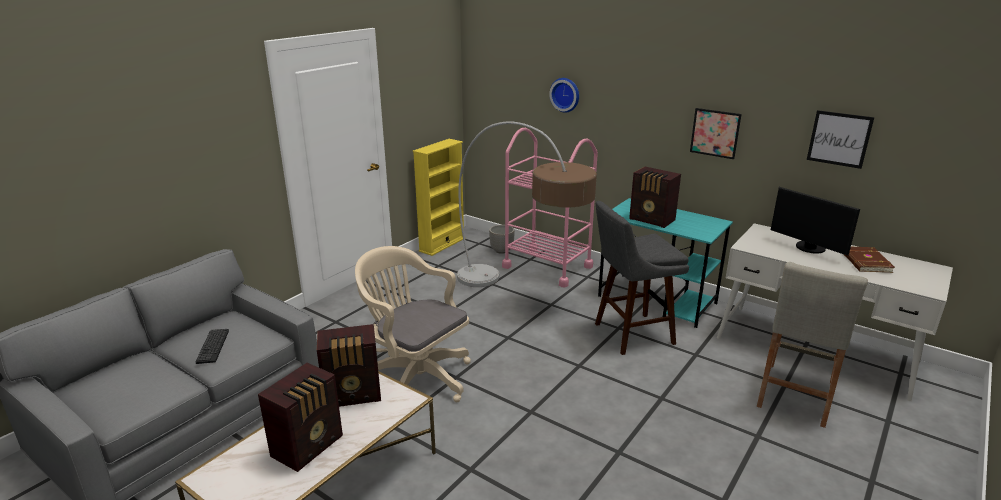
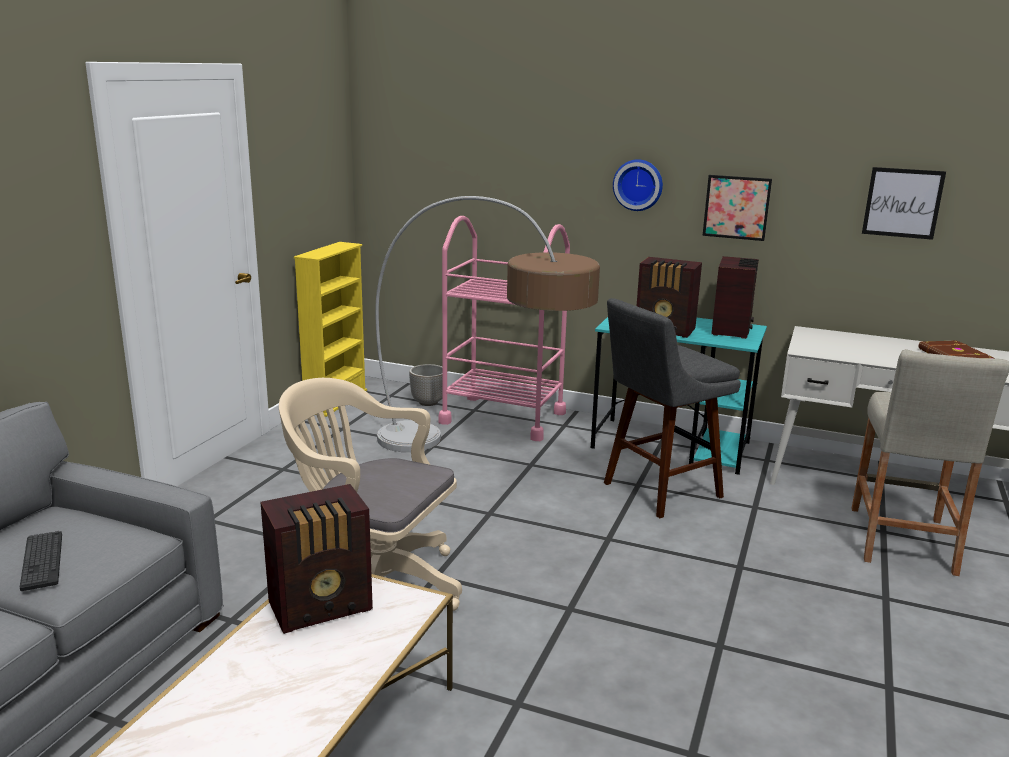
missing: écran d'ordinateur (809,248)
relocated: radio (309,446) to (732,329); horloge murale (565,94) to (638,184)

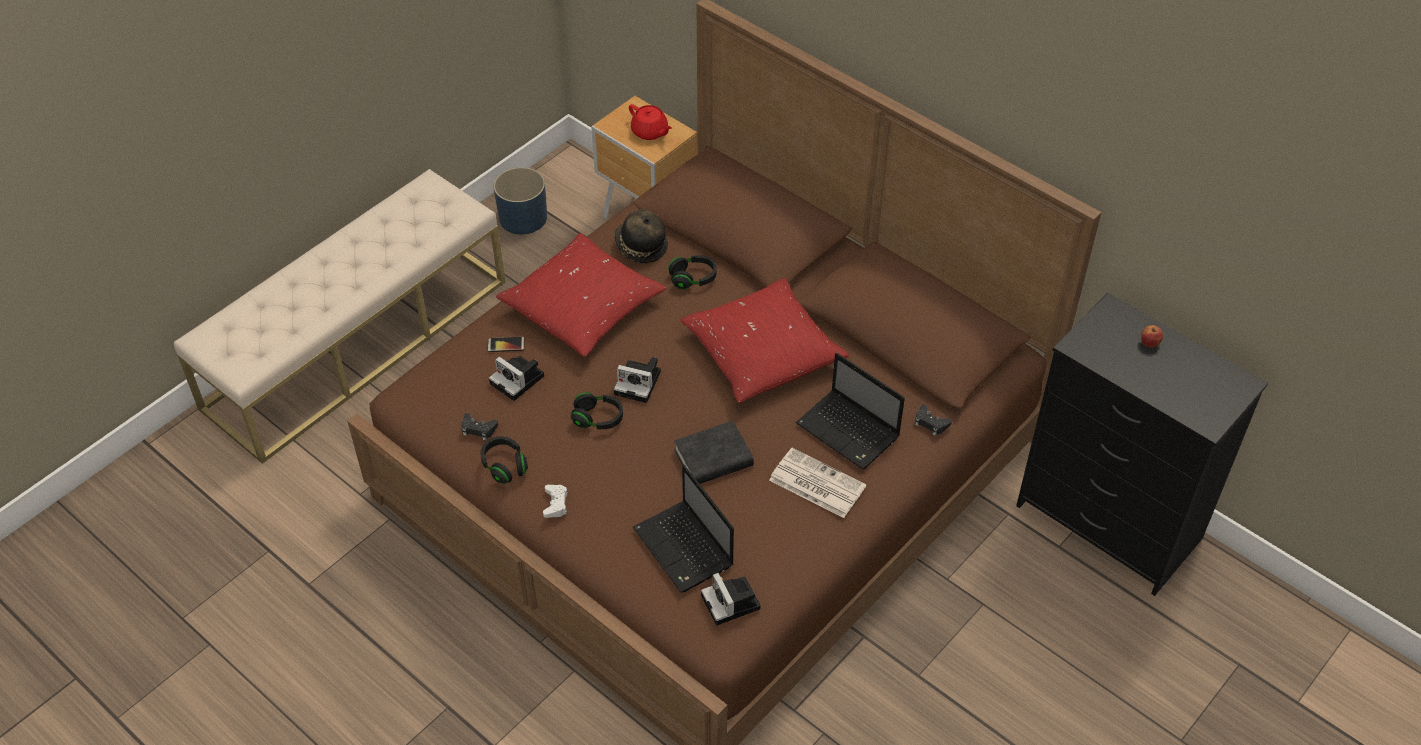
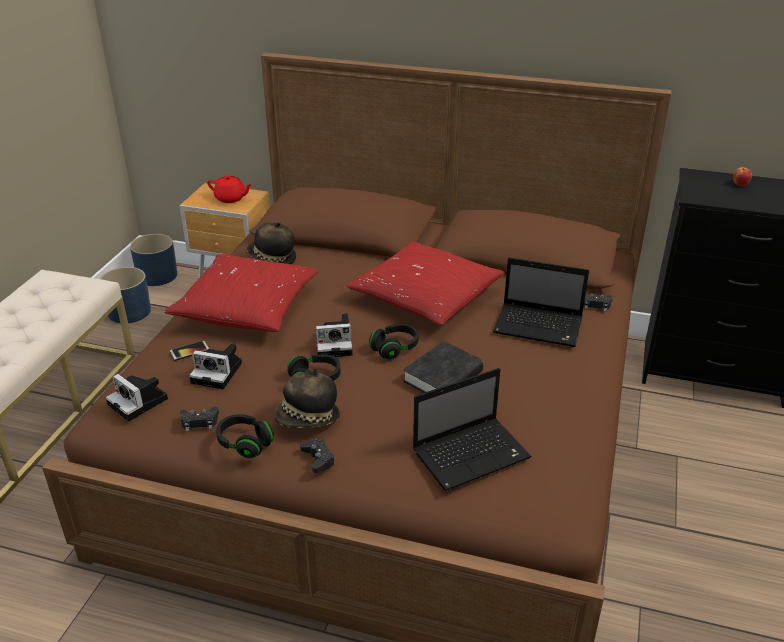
missing: journal (815,483)
appeared: cache-pot/bleu (157,276); chapeau (308,419)
relocated: casque audio/noir (693,279) to (395,348); appareil photo (732,603) to (140,402)
colour: manette/blanc (556,504) to manette/noir (318,458)
spun: ordinateur portable (685,549) = (472,453) 60 degrees counterclockwise

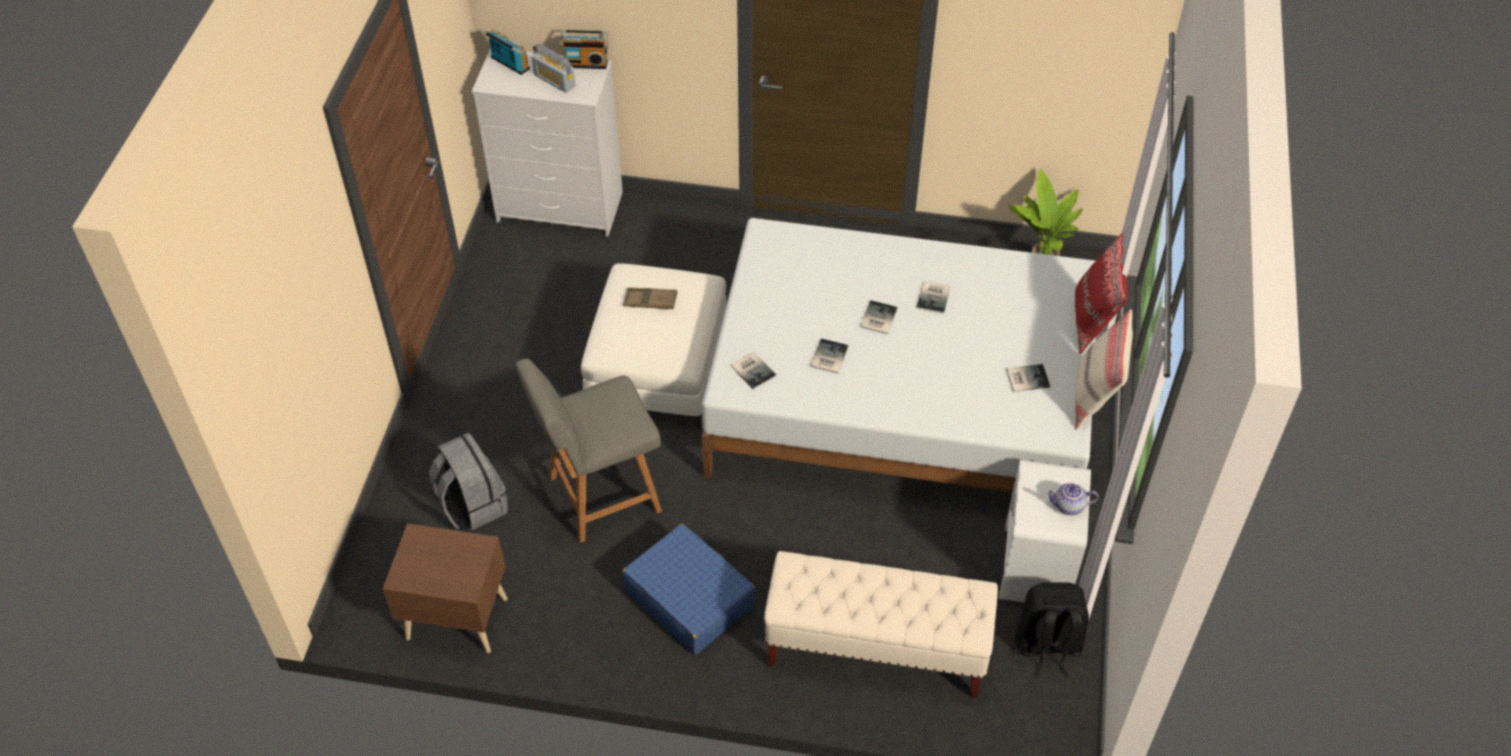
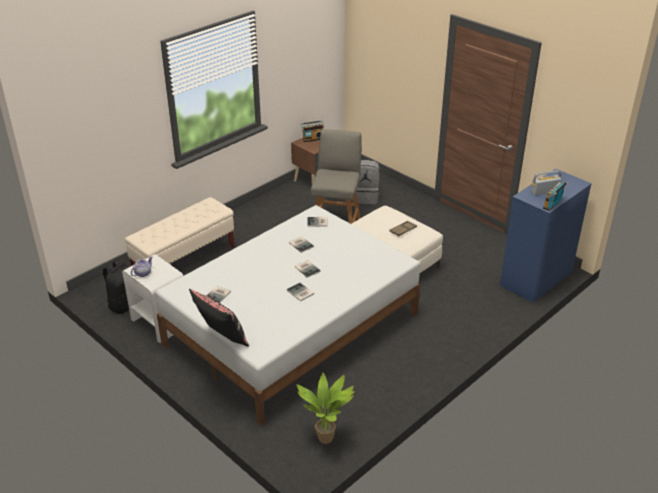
missing: valise/bleu (689,598); coussin/beige (1095,397)
relocated: radio (508,64) to (313,138)
colour: commode/blanc (561,207) to commode/bleu (535,278); coussin/rouge (1093,321) to coussin/noir (221,338)

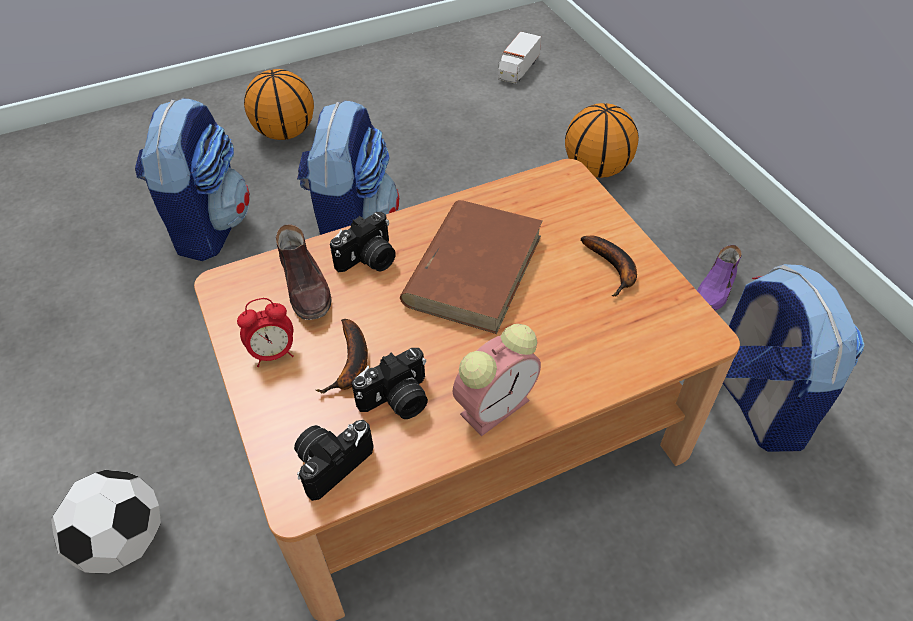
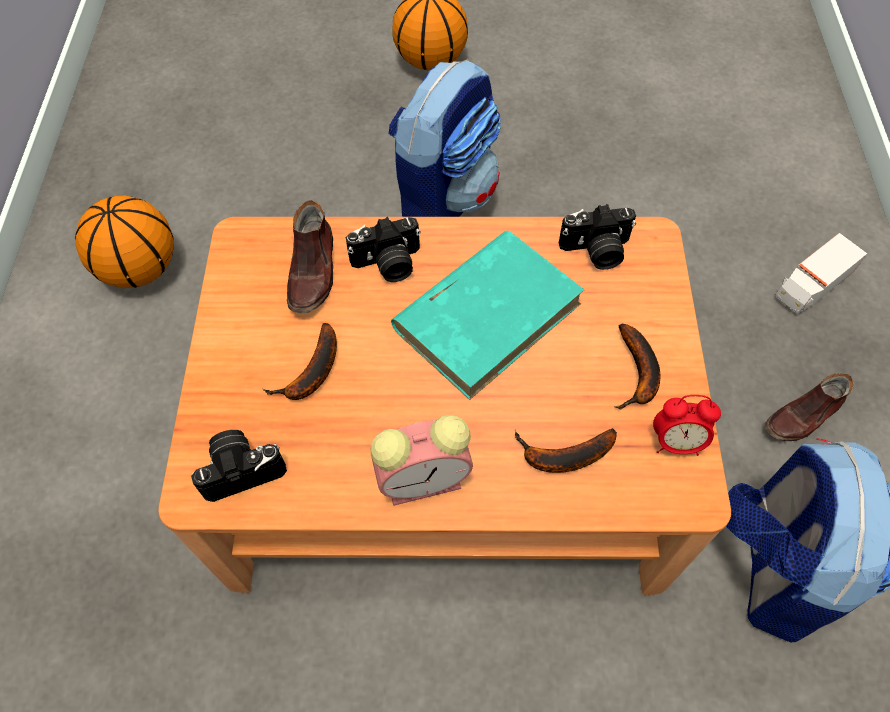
missing: ballon de foot (124,541); sac à dos (209,226)
appeared: banane (562,456)
relocated: réveil (273,353) to (676,442); appareil photo (397,401) to (596,251); camion jouet (518,69) to (811,286); ballon de basket (597,169) to (141,270)
colour: livre/marron (474,268) to livre/turquoise (488,315); chaussure/violet (715,290) to chaussure/marron (804,416)

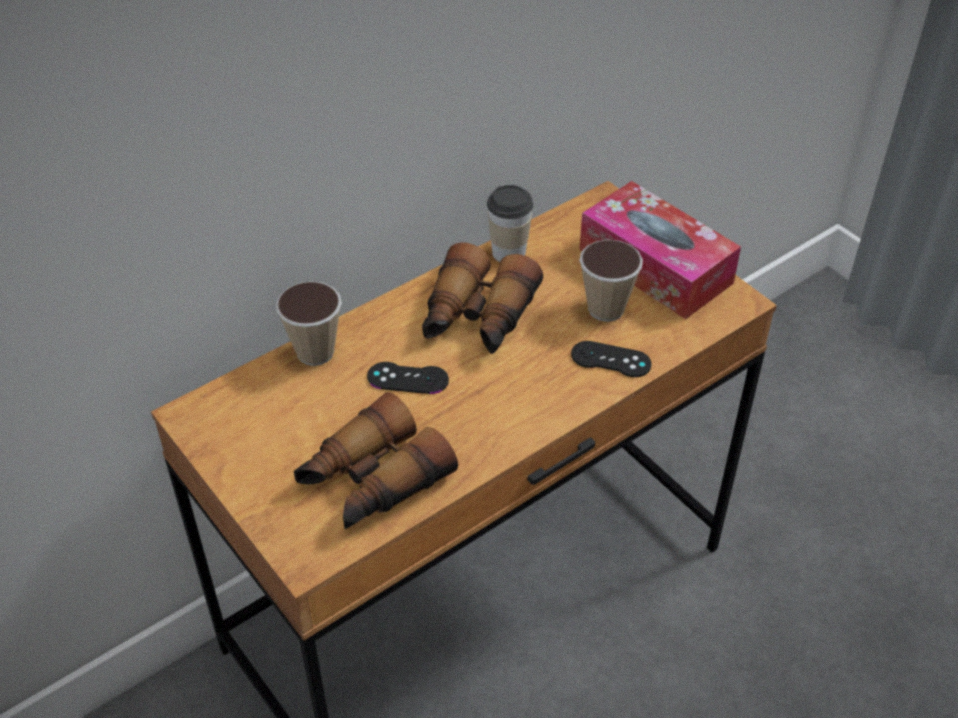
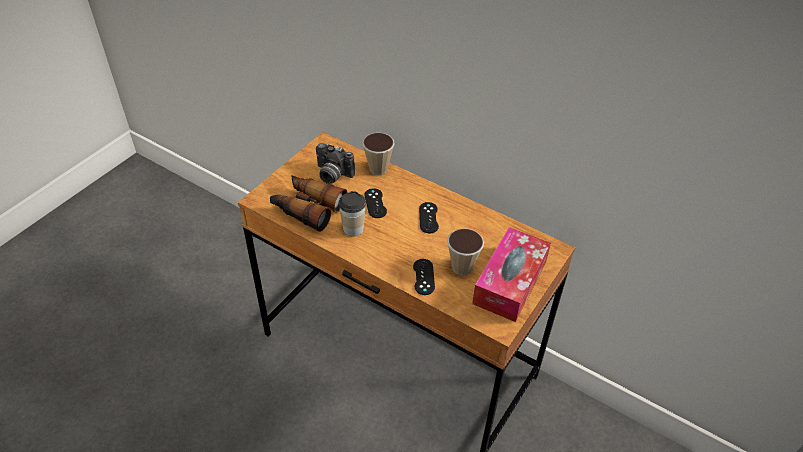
appeared: appareil photo (332,175)
relocated: tasse (509,252) to (353,229)
exchanged: jumelles (477,318) to manette/noir (428,218)

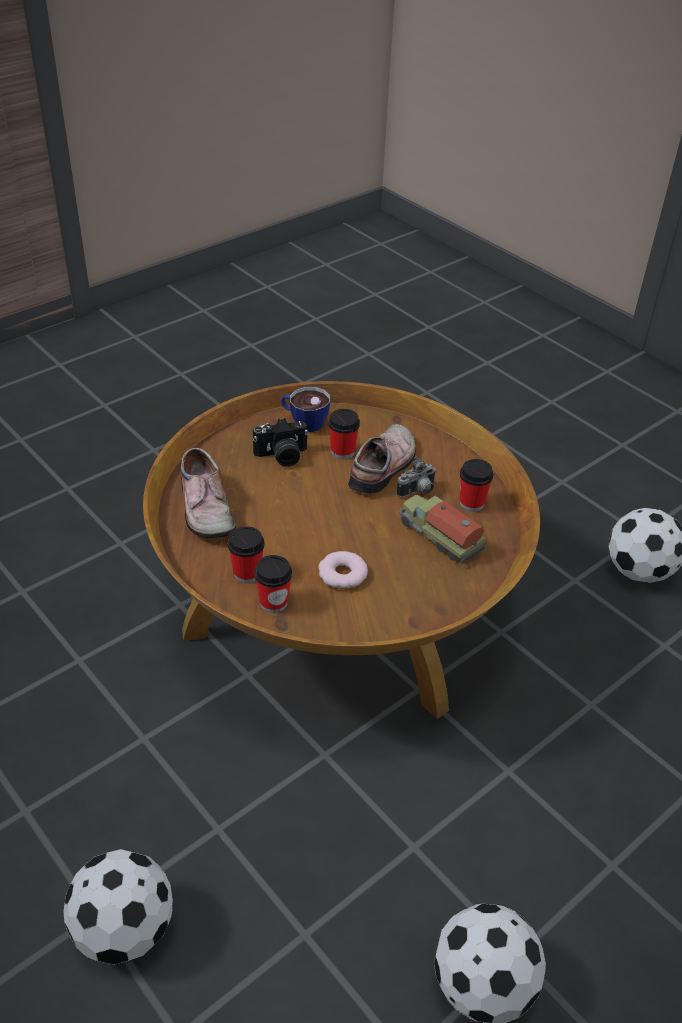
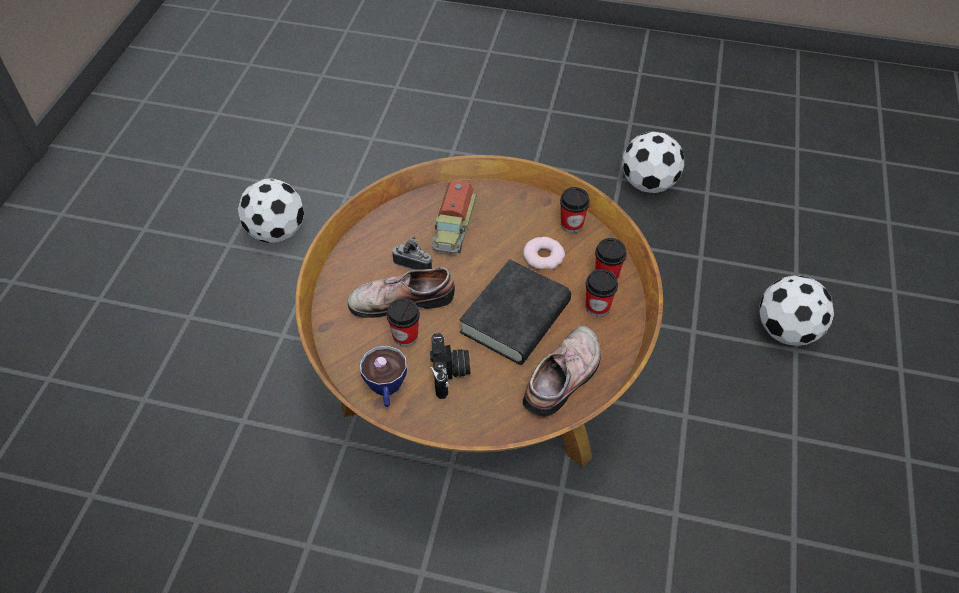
appeared: livre/noir (515,318)
relocated: tasse (471,503) to (571,224)
spun: appareil photo (282,456) = (450,373) 45 degrees clockwise

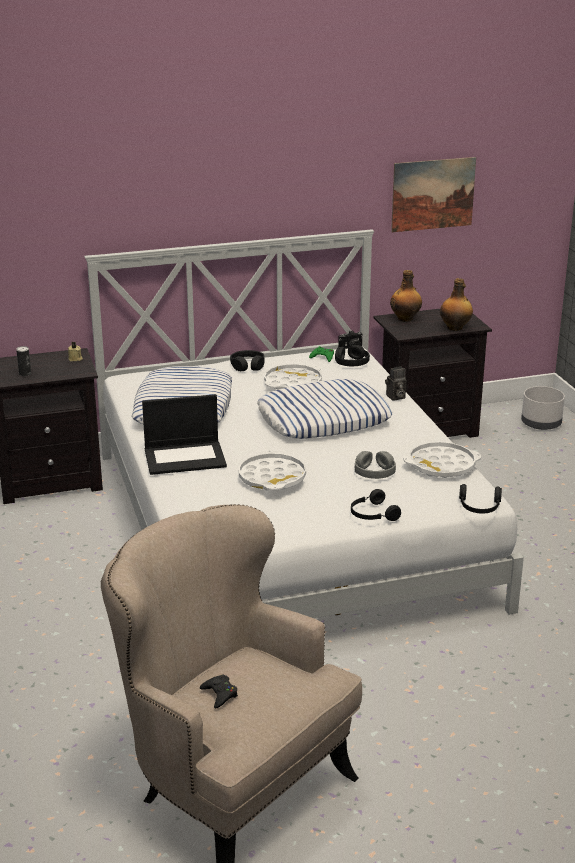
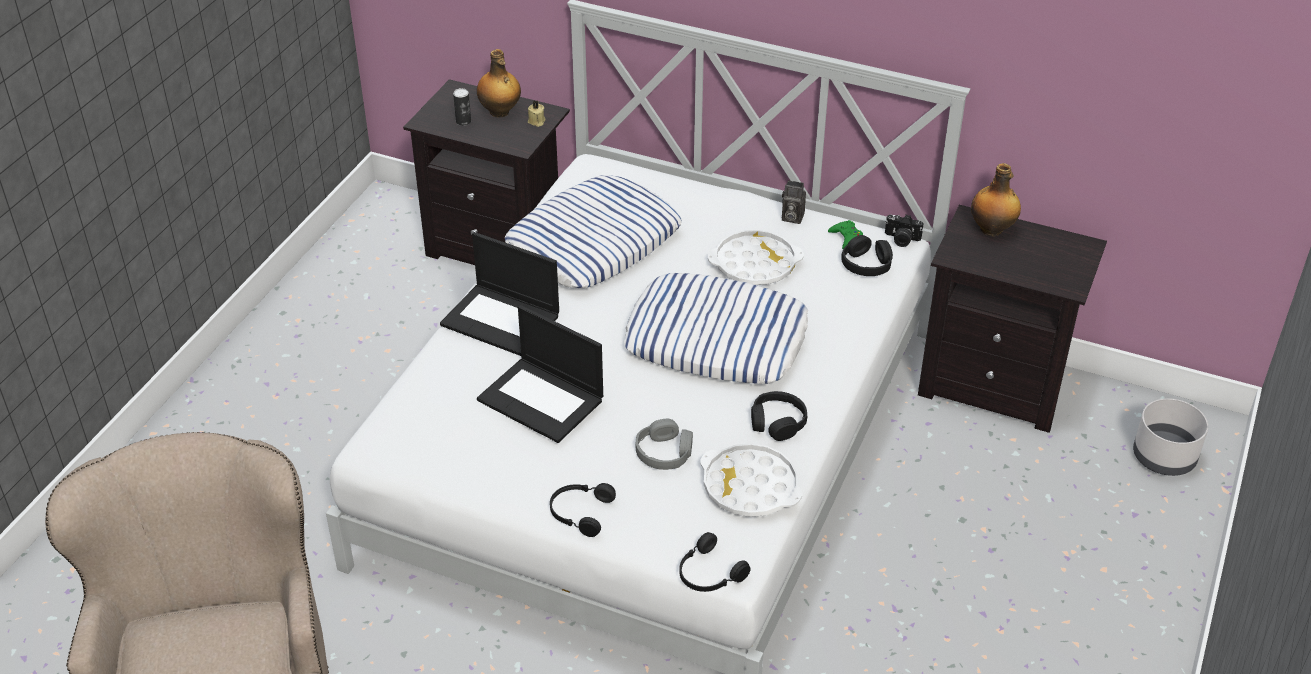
missing: manette/noir (220,694); tableau (433,194)
relocated: casque audio/noir (247,366) to (777,422); appareil photo (395,397) to (791,217); bouteille (455,328) to (500,112)
exchanged: plateau/blanc (272,478) to ordinateur portable (542,400)

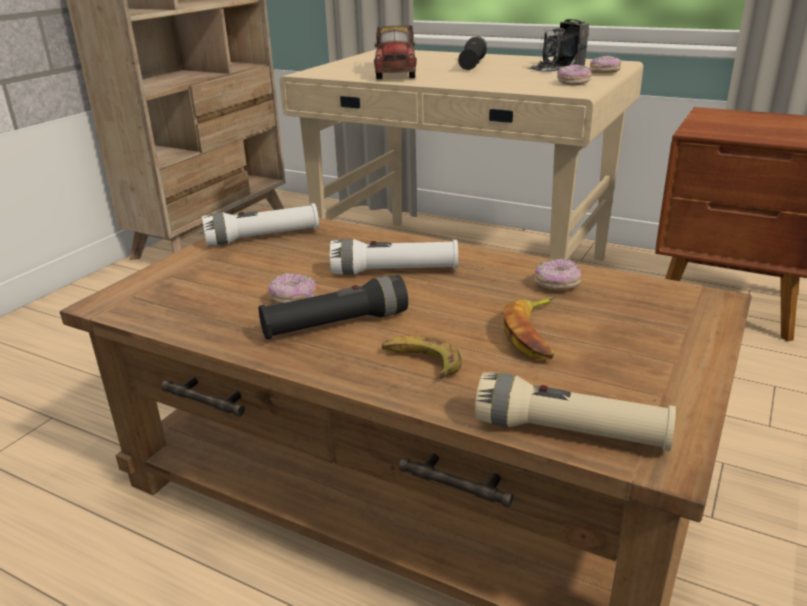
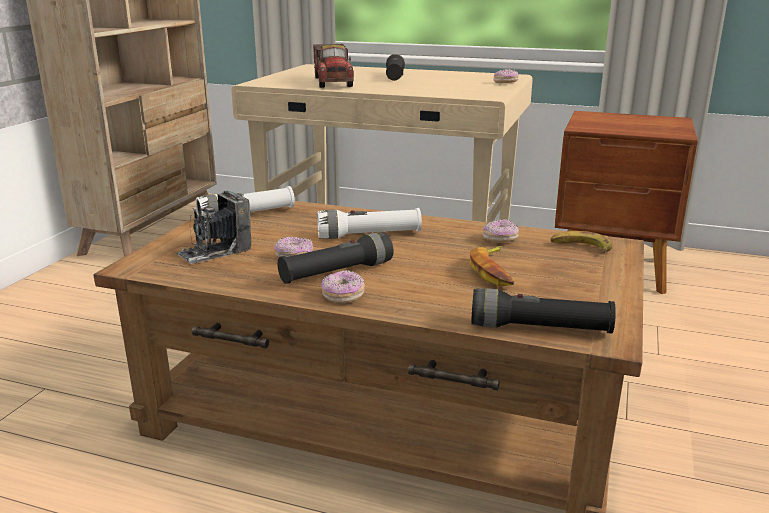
relocated: banane (420,362) to (580,247); appareil photo (556,68) to (215,251); beignet (573,83) to (343,296)
colour: lampe de poche/beige (570,432) to lampe de poche/noir (540,329)

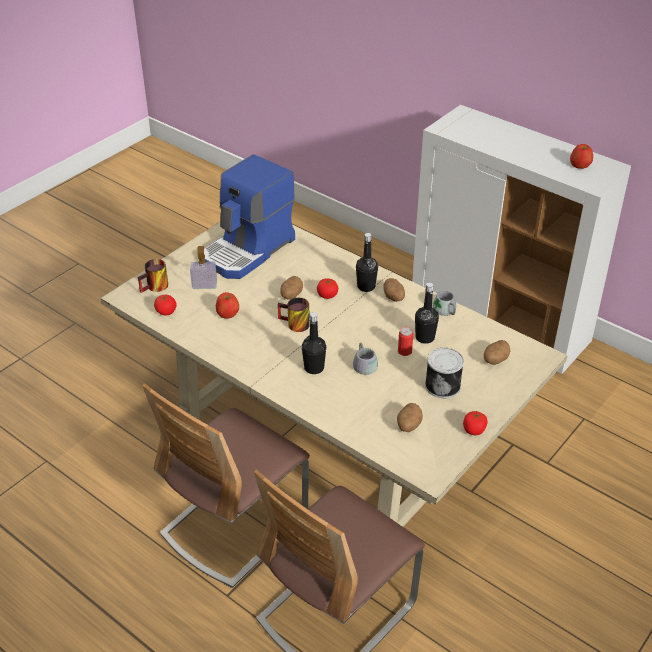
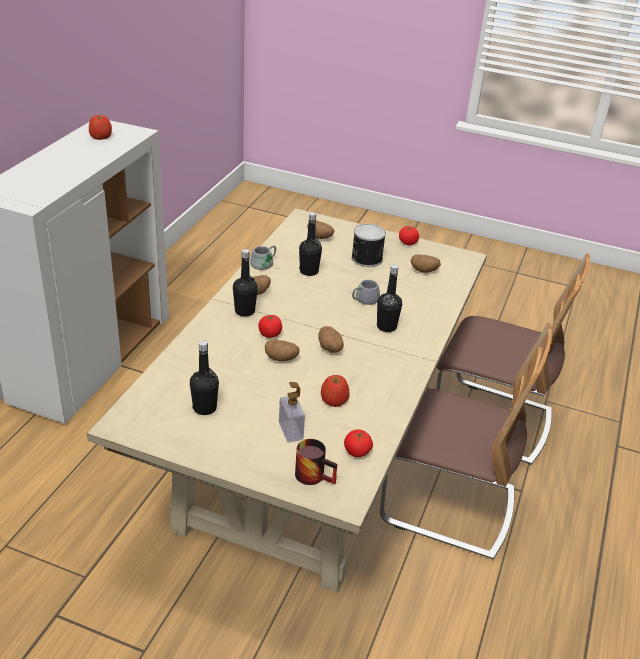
missing: boîte métallique (404,351)
exchanged: machine à café (248,250) to bouteille/noir (204,408); mug (294,325) to pomme de terre (330,348)

